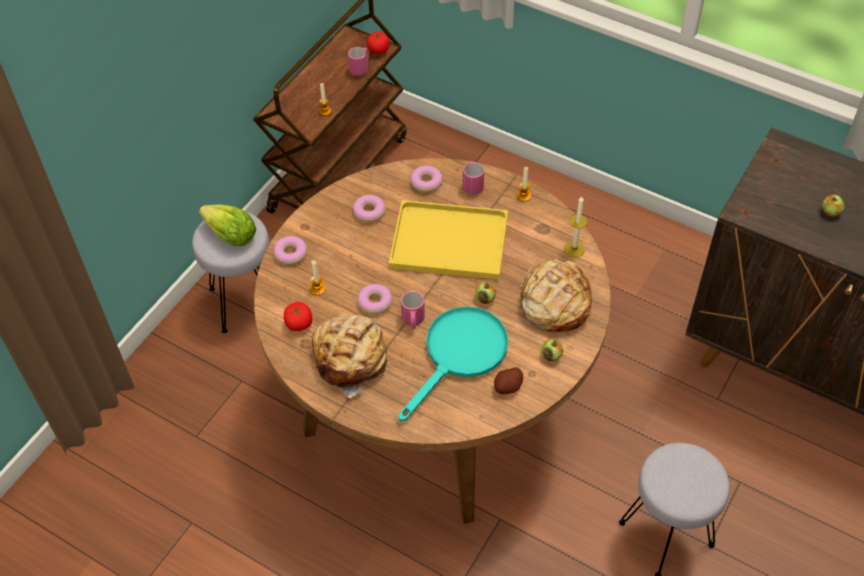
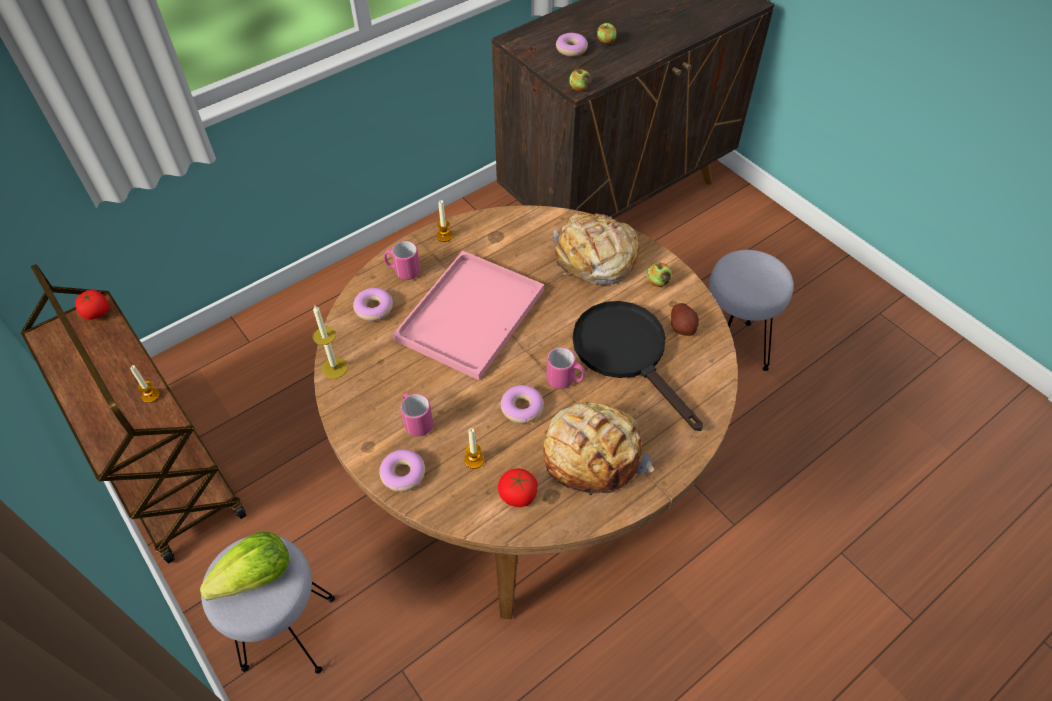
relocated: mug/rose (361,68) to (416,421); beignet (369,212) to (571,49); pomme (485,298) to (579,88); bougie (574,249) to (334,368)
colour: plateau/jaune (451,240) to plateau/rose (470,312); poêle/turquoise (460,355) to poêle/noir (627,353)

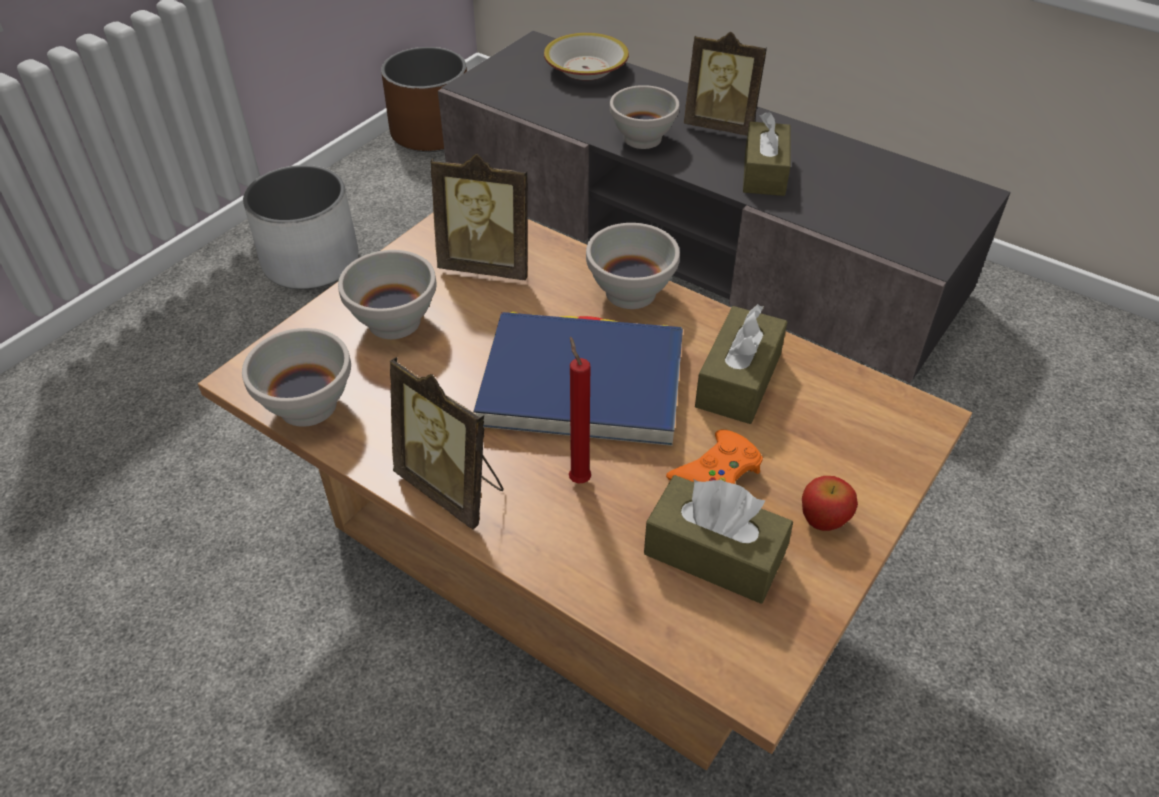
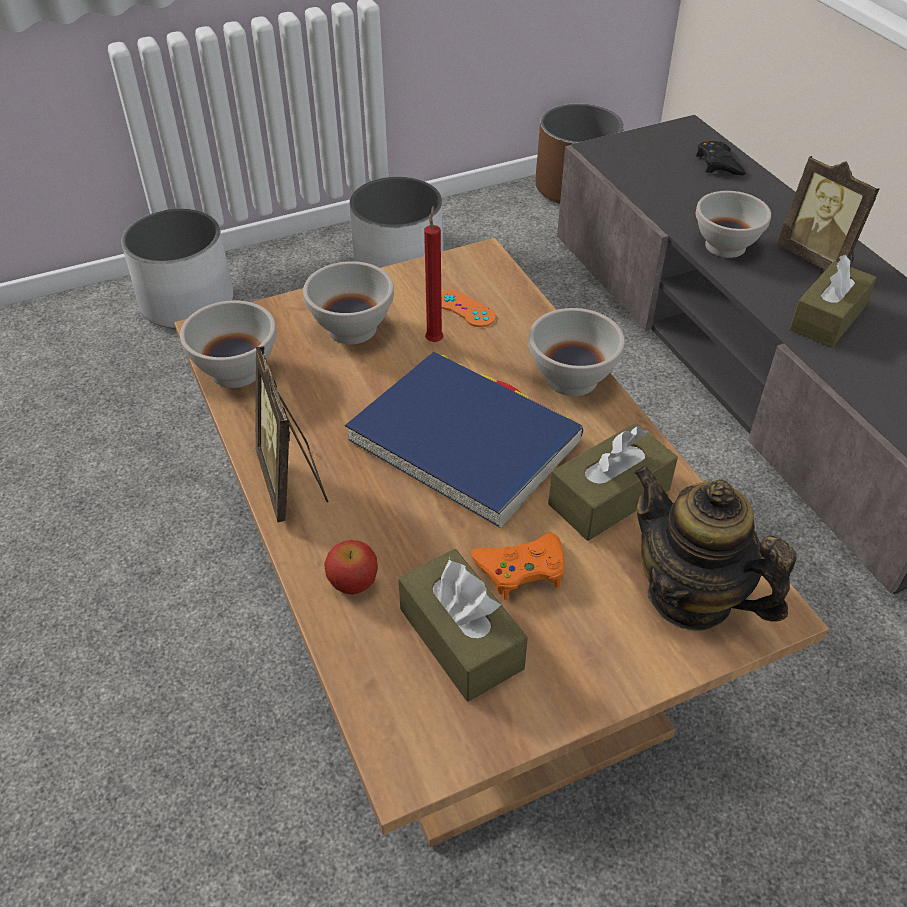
appeared: cache-pot/blanc (188,302); théière (690,596)
relocated: bougie/rouge (578,478) to (434,340); pomme (824,519) to (353,583)
exchanged: cadre photo (488,265) to manette/orange (465,309); bol (585,69) to manette/noir (718,164)

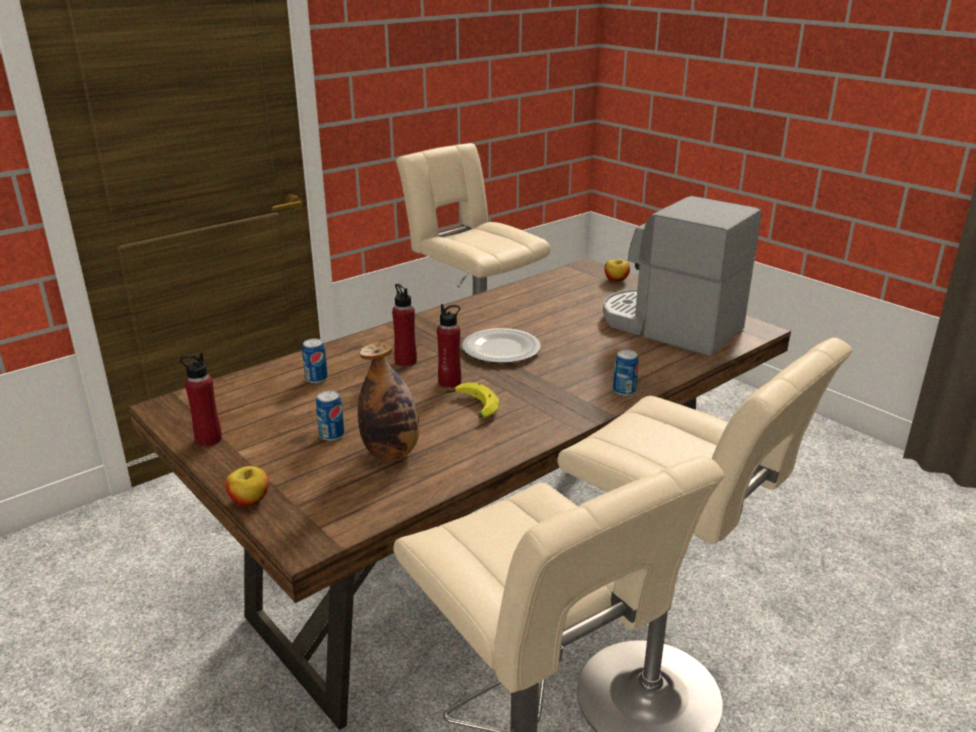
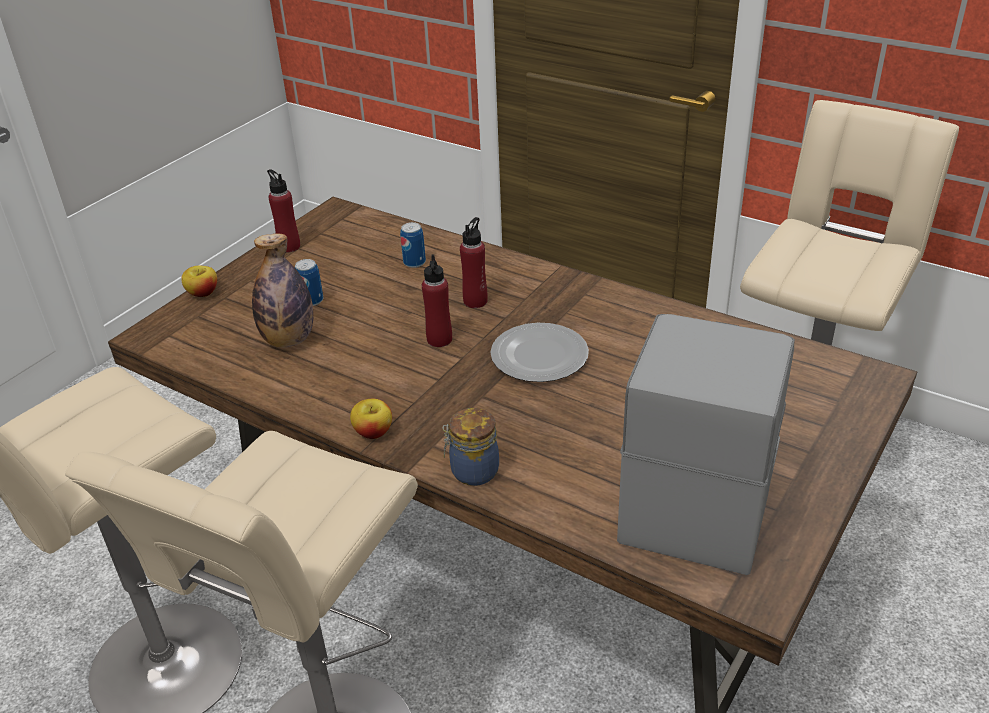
missing: banane (471,407)
relocated: pomme (616,280) to (373,432)
exchanged: boîte métallique (624,391) to bocal (472,471)

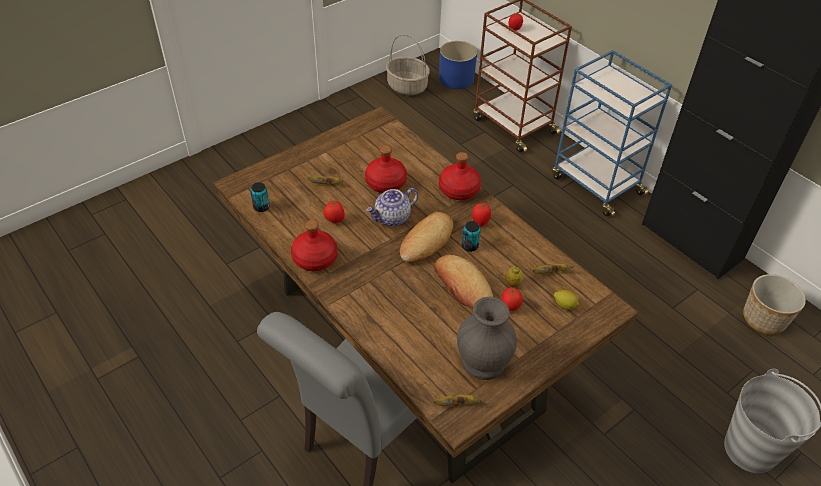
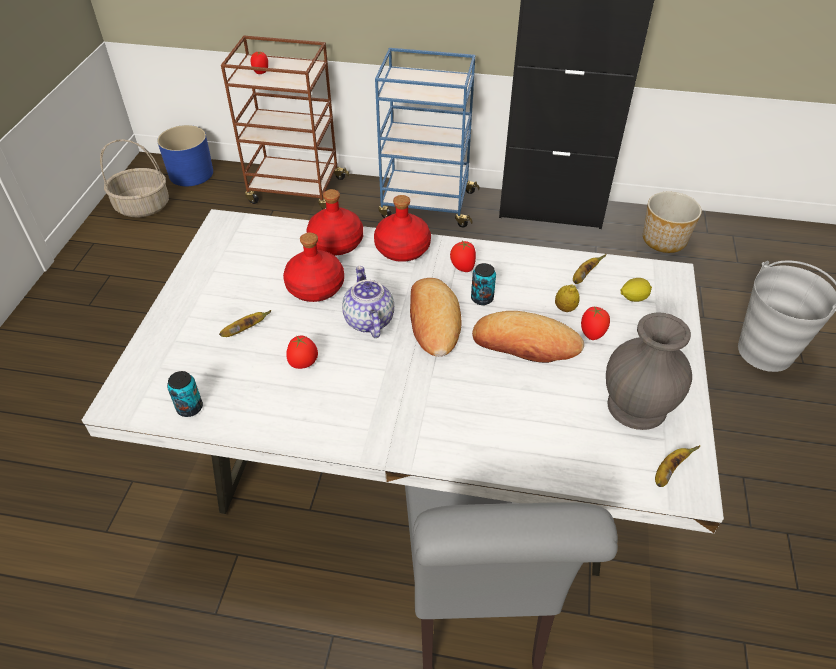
relocated: bouteille/rouge (315,258) to (336,242)
colour: table à manger/marron (409,350) to table à manger/blanc (420,474)
spun: théière (392,218) = (368,320) 150 degrees clockwise

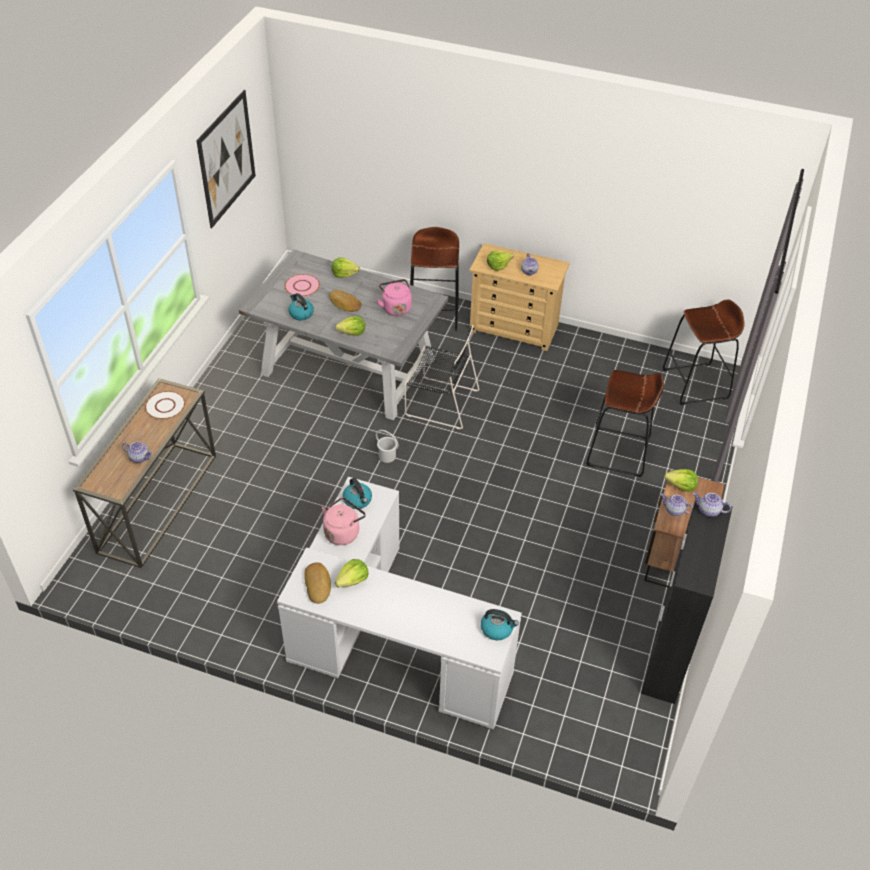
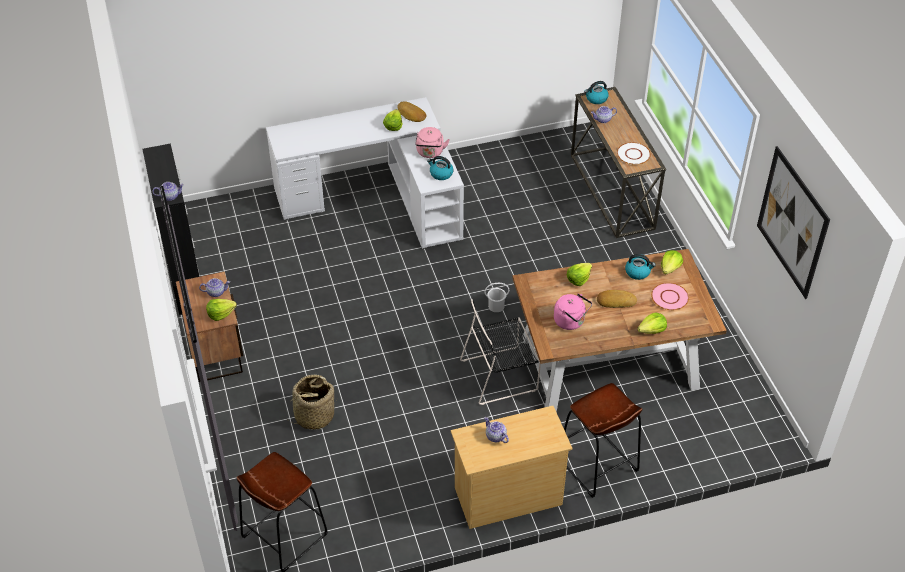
relocated: bouilloire (497,629) to (596,99); laitue (498,265) to (670,268)
exchanged: tabouret/marron (618,452) to panier (314,415)
colour: table à manger/gris (349,367) to table à manger/marron (608,362)

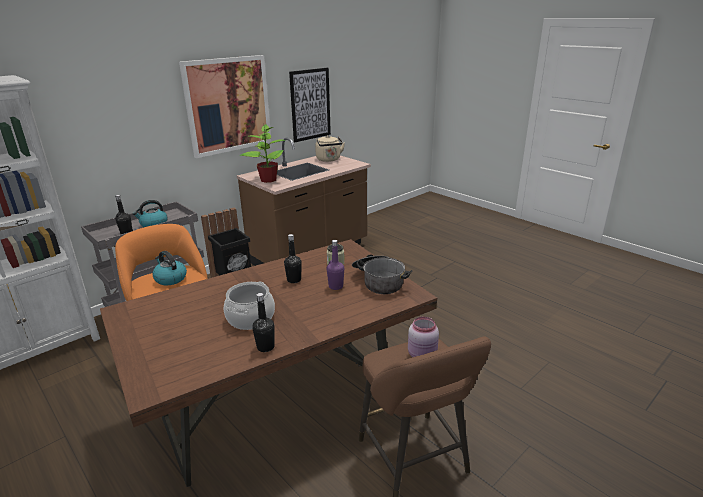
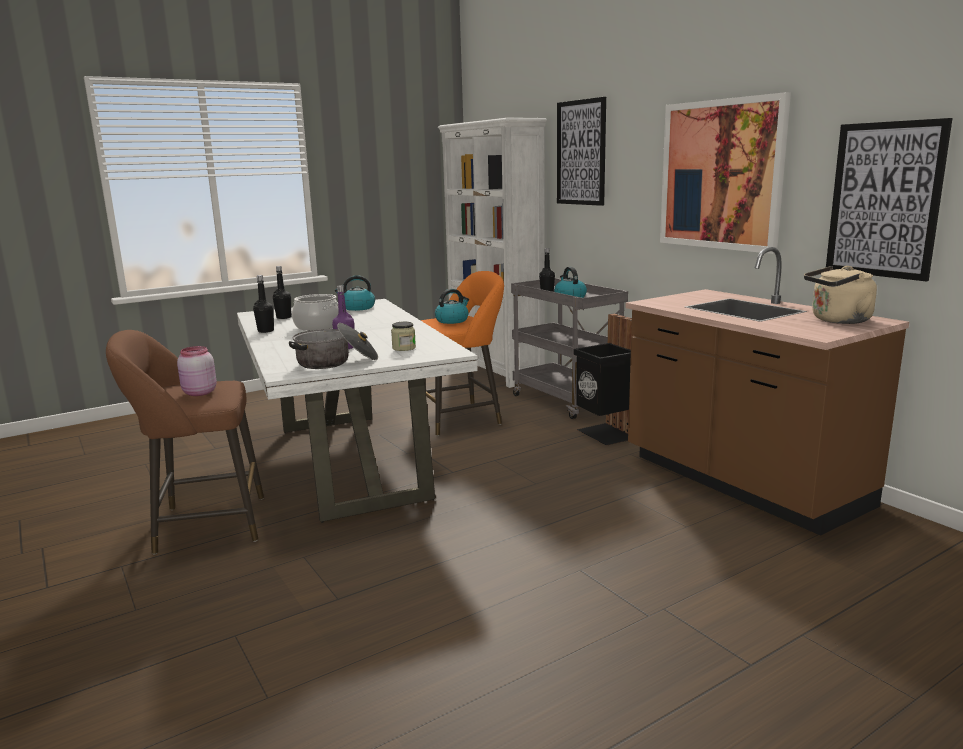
missing: plante en pot (268,180)
appeared: bouilloire (357,308); tableau (581,153)
relocated: bouteille/noir (294,280) to (284,317)
colour: table à manger/marron (279,405) to table à manger/blanc (349,461)

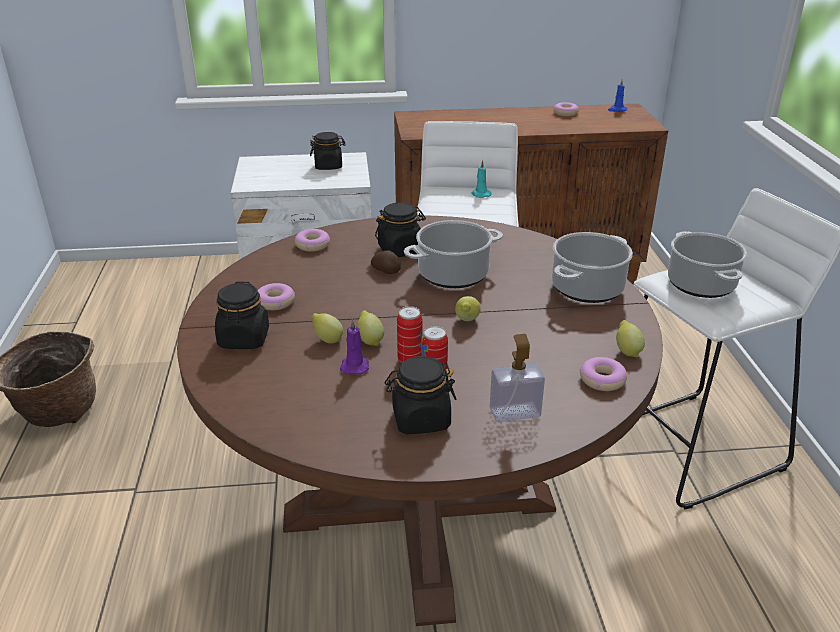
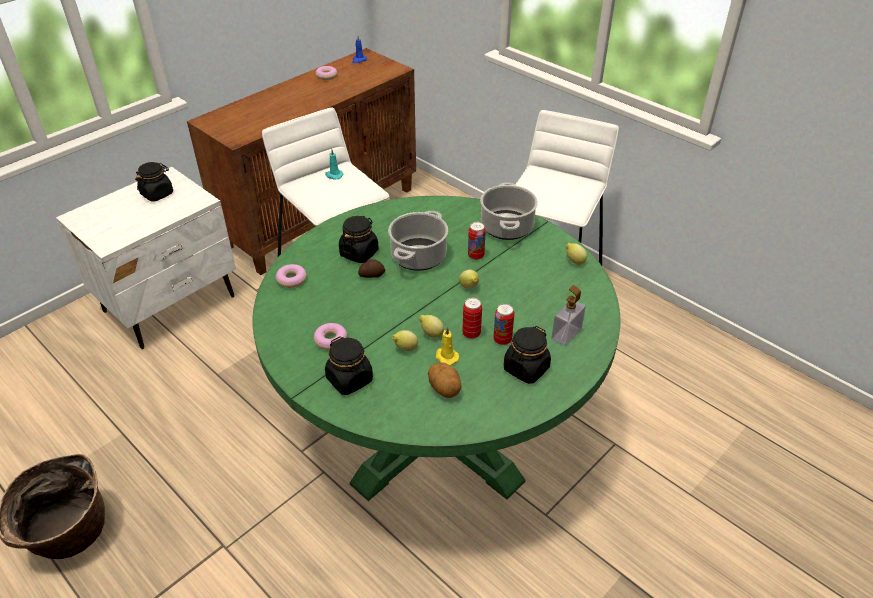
missing: beignet (602,380); marmite (700,284)
appeared: pomme de terre (445,389); boîte métallique (476,256)
colour: table à manger/marron (420,509) to table à manger/vert (436,429); bougie/violet (355,366) to bougie/jaune (446,357)

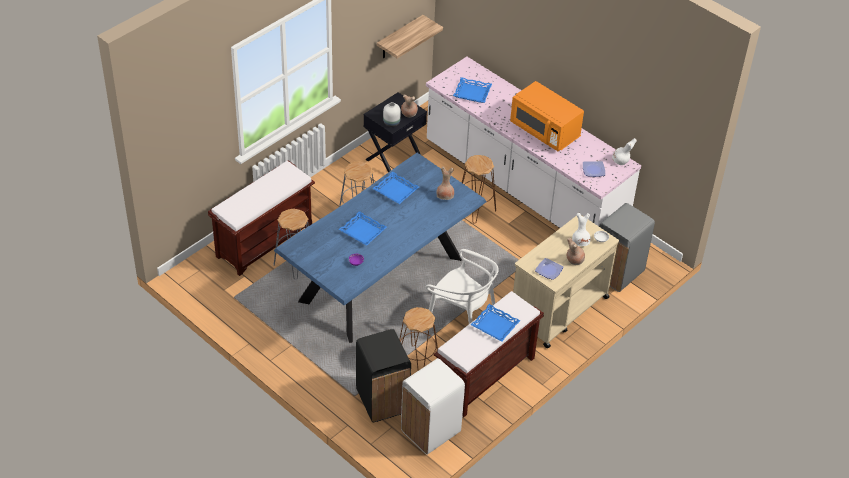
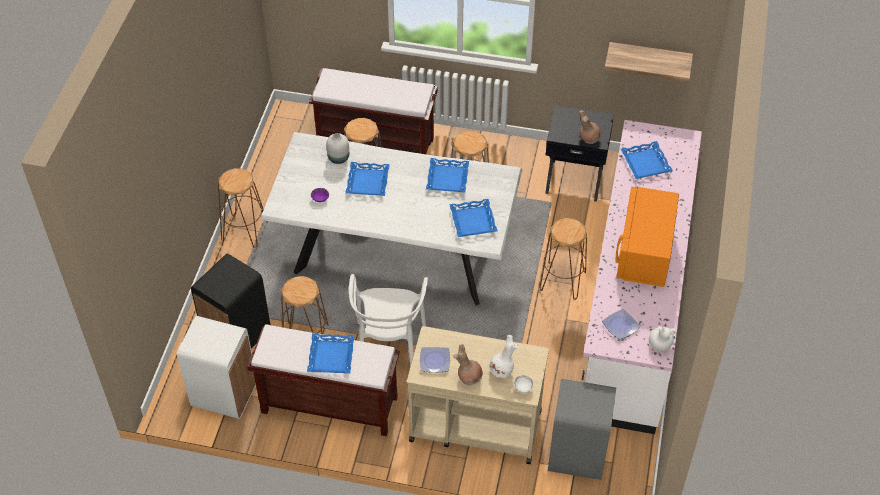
appeared: tabouret/marron (244,230)
relocated: vase/blanc (392,123) to (338,158)
exchanged: vase/marron (445,196) to plateau/bleu (473,221)
colour: table à manger/bleu (381,280) to table à manger/blanc (395,255)

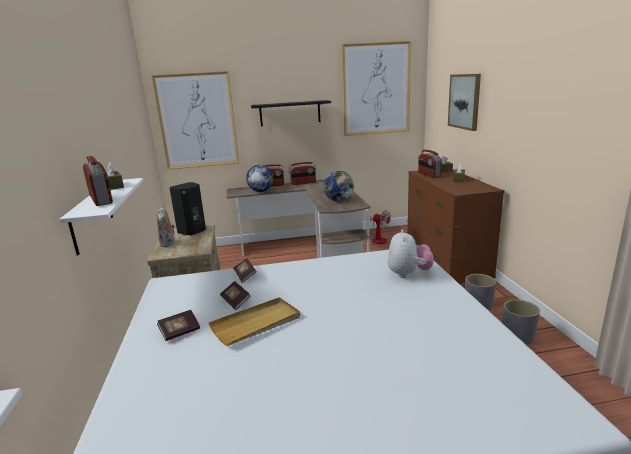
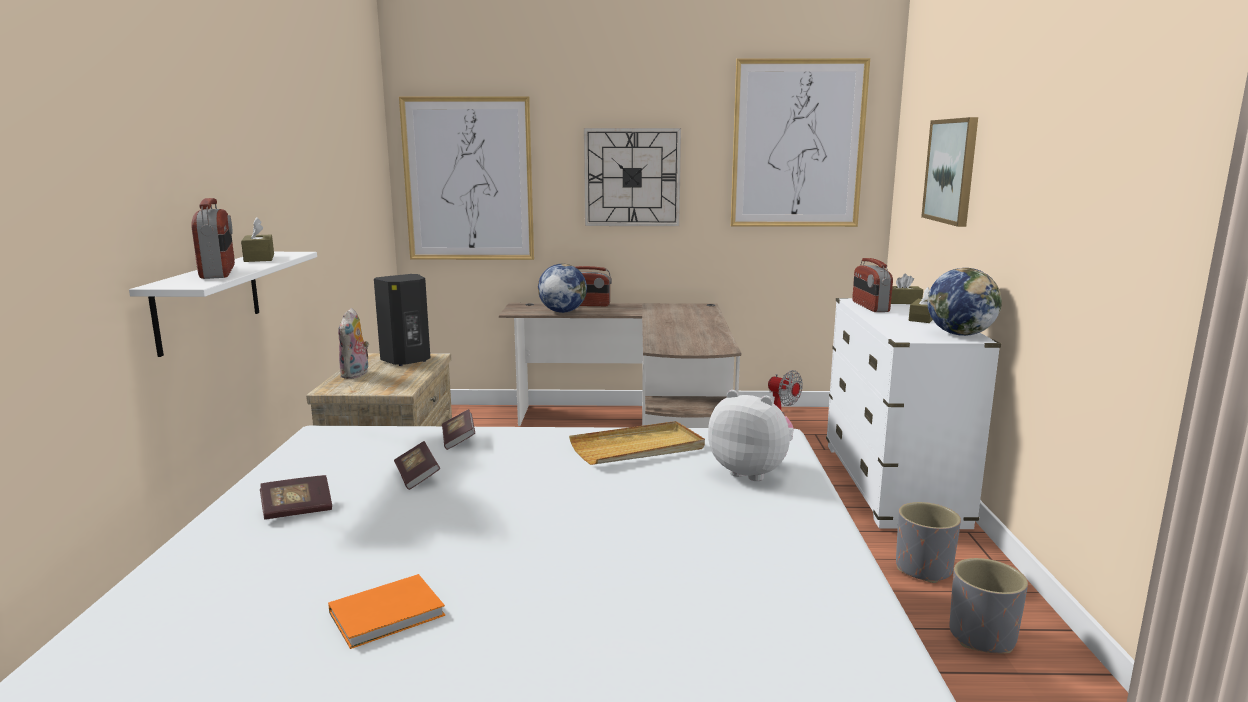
missing: radio (303,183)
appeared: livre/orange (390,614)
relocated: plateau/beige (256,323) to (638,448); globe (339,200) to (960,334)
exchanged: étagère/noir (290,113) to horloge murale (632,177)
colour: commode/marron (446,264) to commode/blanc (892,485)
spun: peluche (408,274) = (751,472) 75 degrees counterclockwise

